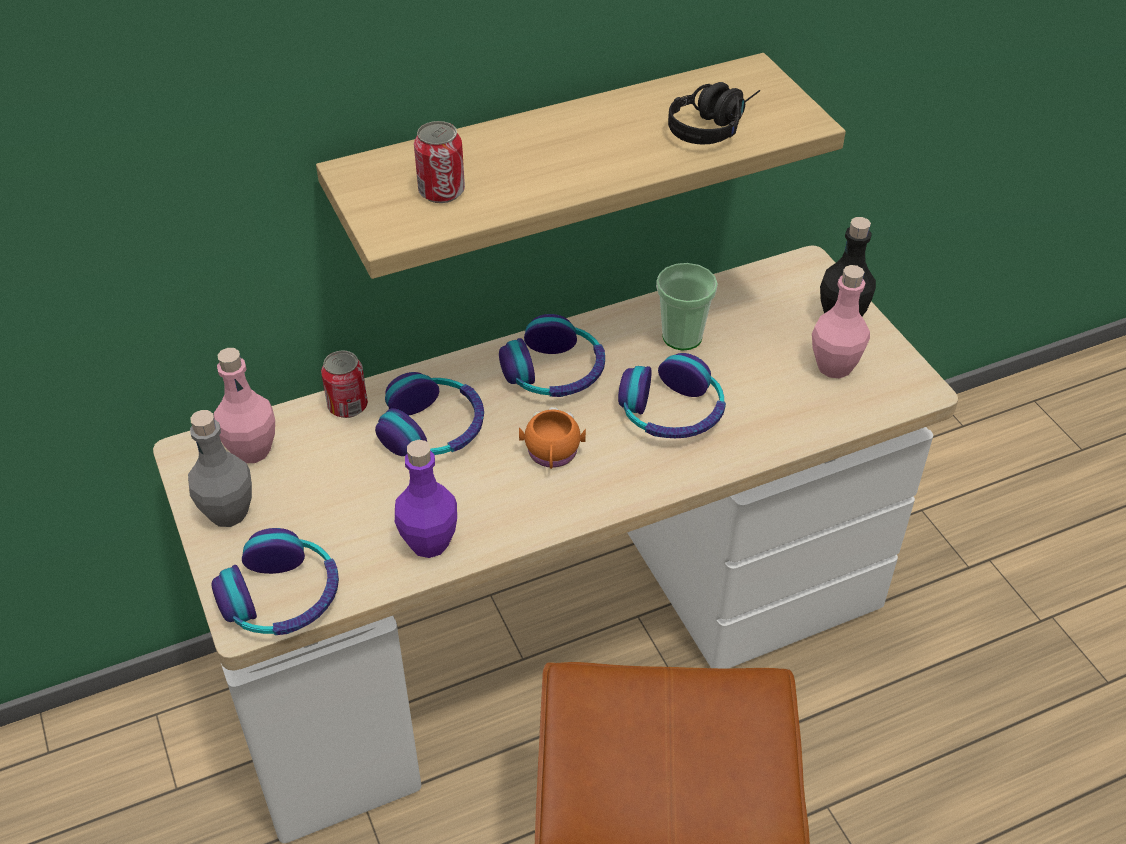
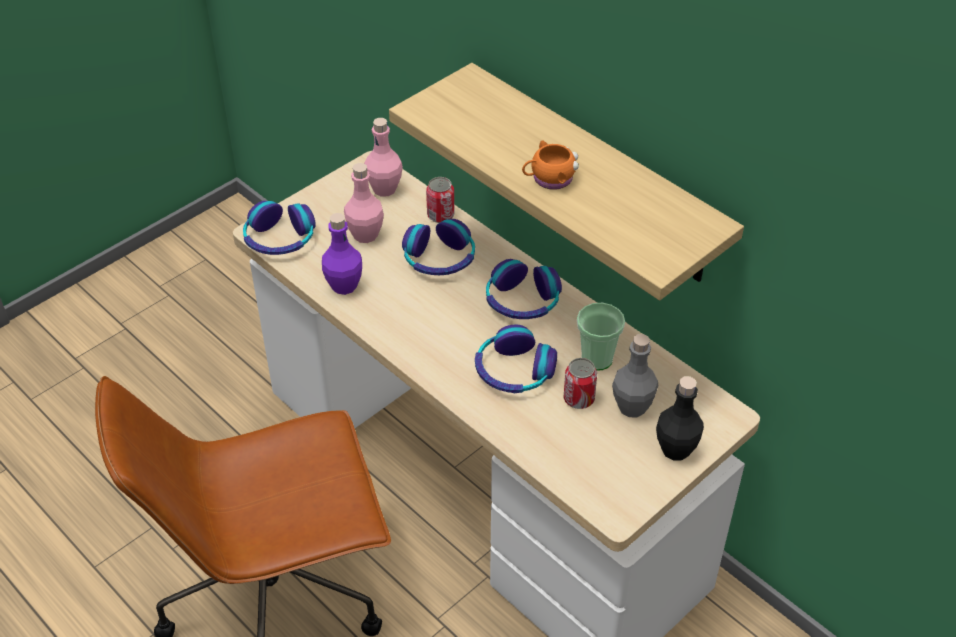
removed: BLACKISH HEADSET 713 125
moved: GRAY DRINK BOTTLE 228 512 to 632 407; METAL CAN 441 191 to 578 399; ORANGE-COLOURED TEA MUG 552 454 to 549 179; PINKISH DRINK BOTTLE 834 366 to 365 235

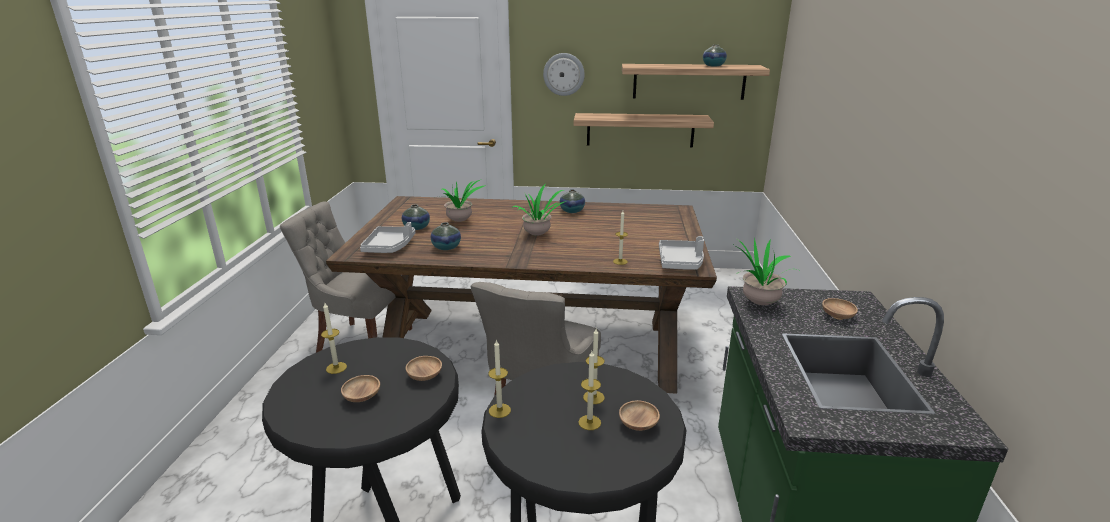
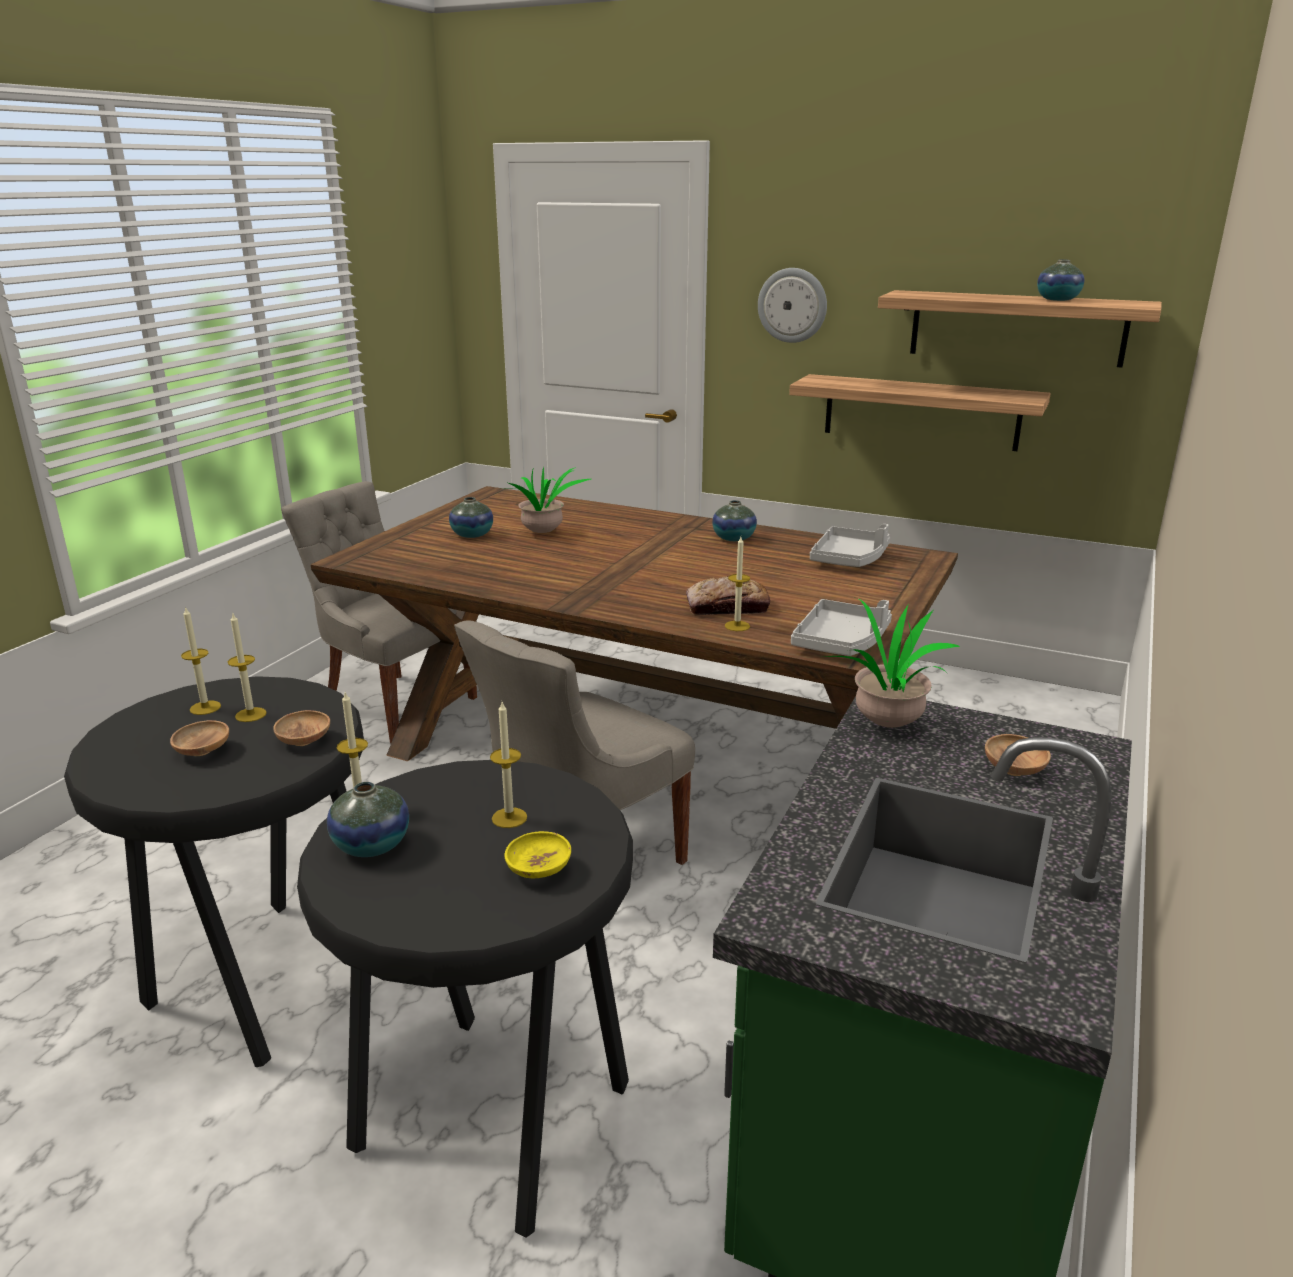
removed: PLANT IN A POT 538 234
added: BREAD 727 607
moved: GRAY TRAY 389 247 to 849 559; DECORATIVE VASE 446 247 to 371 845; CANDLE 589 422 to 250 714
recoloured: BROWNISH SERVING BOWL 638 424 to YELLOWISH SERVING BOWL 539 870

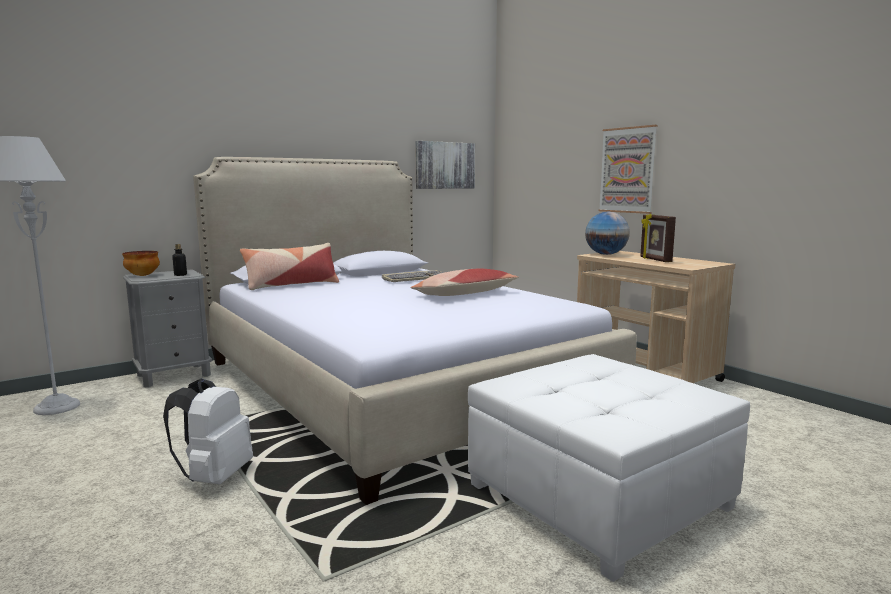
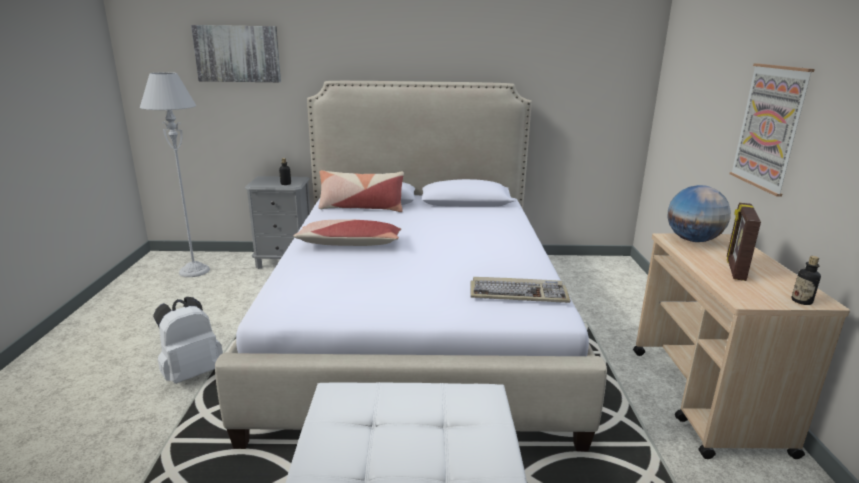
removed: SERVING BOWL 143 275
added: DRINK BOTTLE 801 301
moved: COMPUTER KEYBOARD 416 279 to 518 293; PILLOW 464 294 to 349 244; WALL PICTURE 444 165 to 237 54

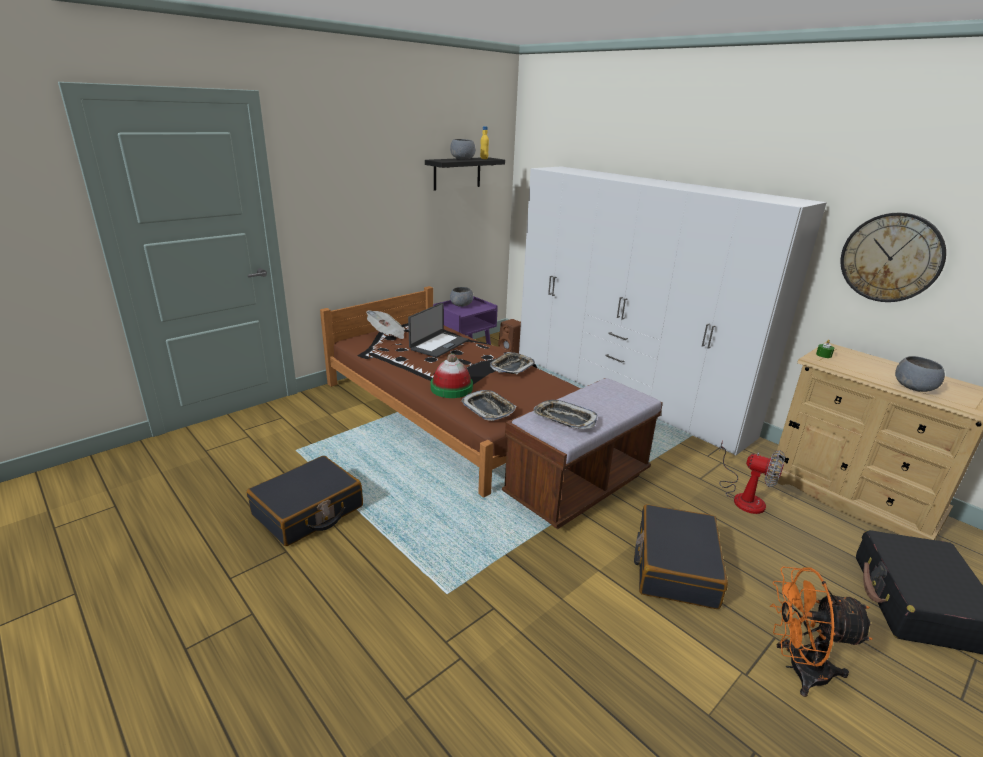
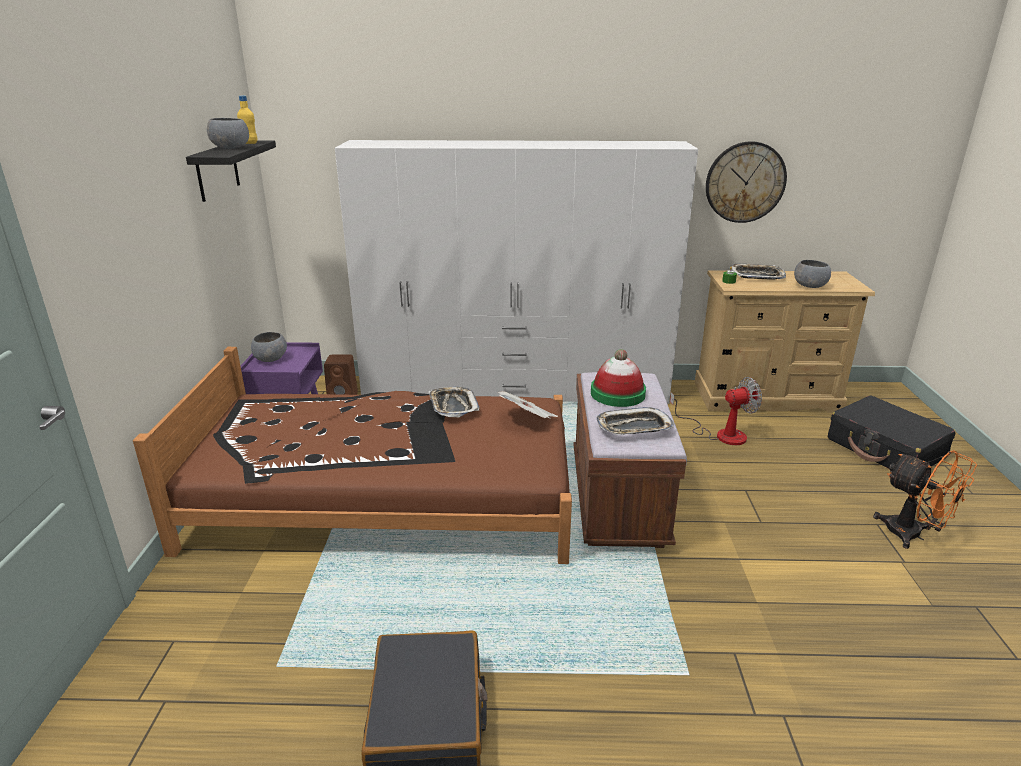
removed: PORTABLE COMPUTER 438 345; BLACKISH TRAVEL CASE 675 566
moved: PRINTED PAPER 387 334 to 528 419; WEARABLE HAT 451 388 to 617 394; TRAY 488 408 to 756 275
turned: ORANGE-COLOURED FAN 798 669 = 912 535 90 degrees counterclockwise

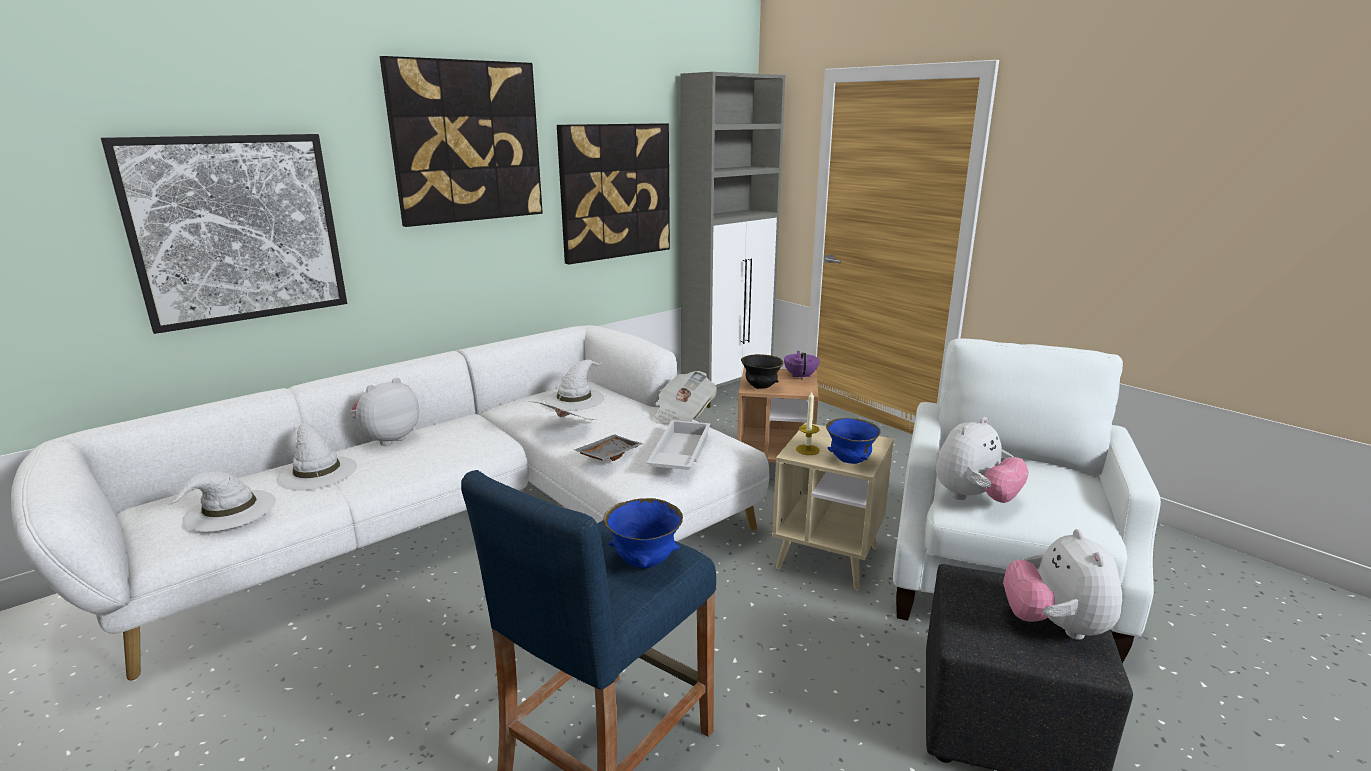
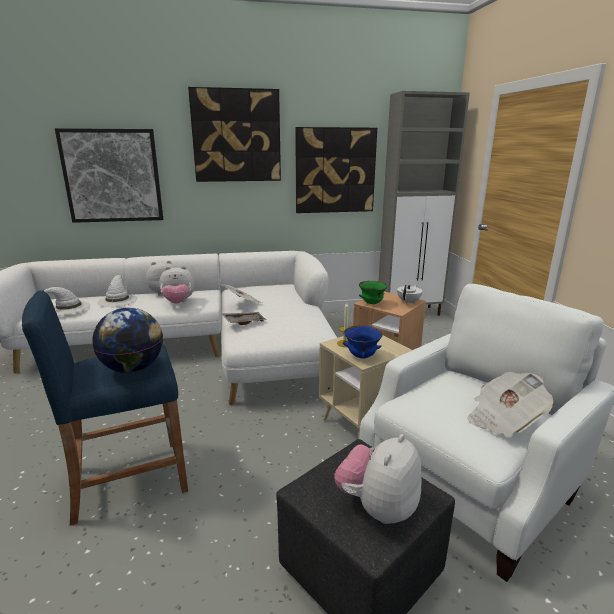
removed: WHITISH WEARABLE HAT 574 399; WHITISH TRAY 679 454
moved: PRINTED PAPER 682 415 to 503 419; CUDDLY TOY 974 498 to 178 302
replaced: BLUE SERVING BOWL 644 562 to GLOBE 133 368
recoloured: BLACKISH SERVING BOWL 760 388 to GREEN-COLOURED SERVING BOWL 371 303; PURPLISH POT FOR TEA 800 376 to WHITISH POT FOR TEA 409 302

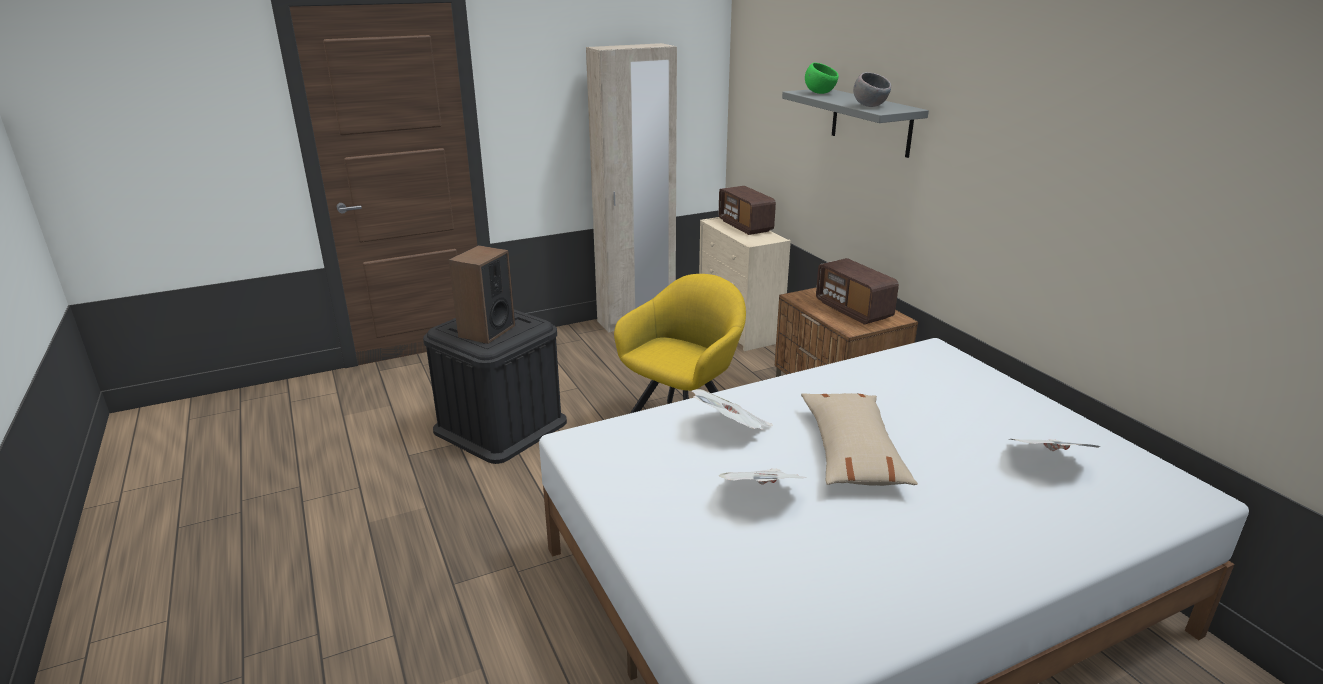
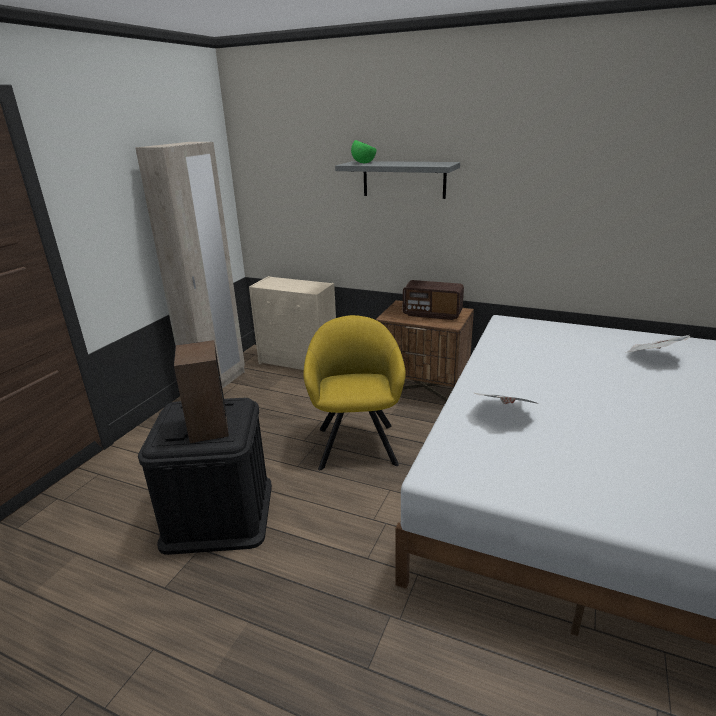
removed: RADIO 745 226; PRINTED PAPER 761 495; BEIGE-COLOURED PILLOW 852 451; GRAY SERVING BOWL 870 106

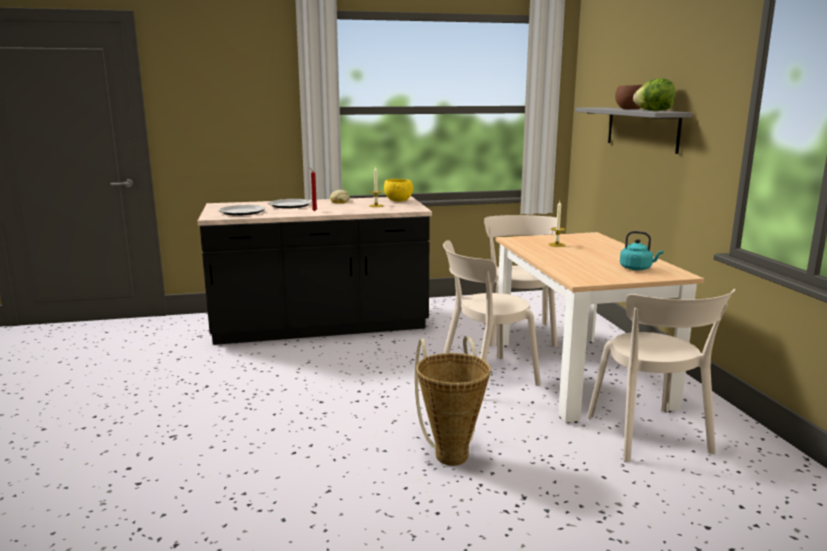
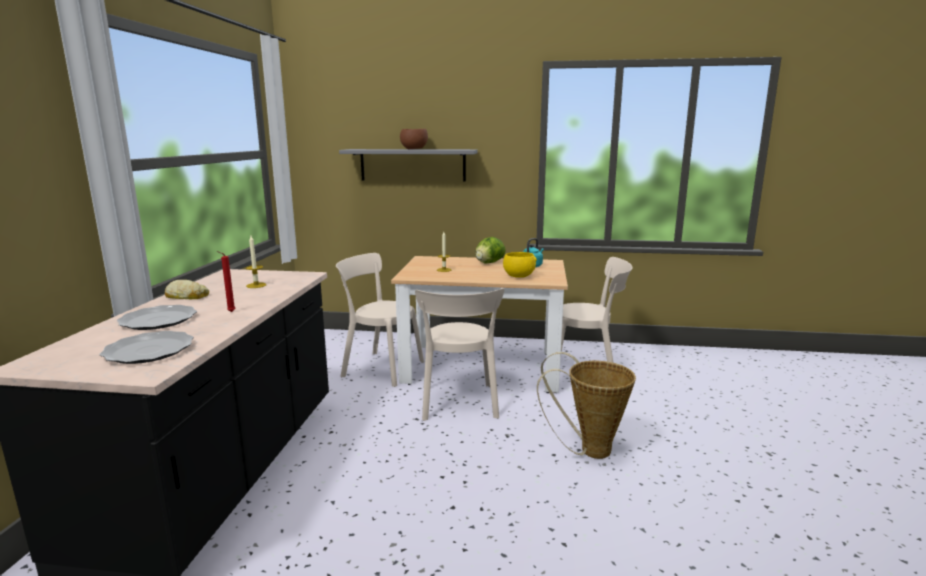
moved: YELLOWISH SERVING BOWL 398 200 to 518 276; LETTUCE HEAD 653 110 to 489 263

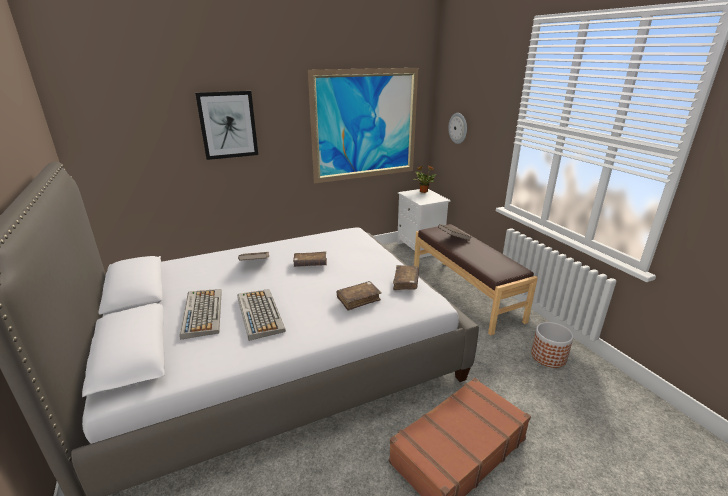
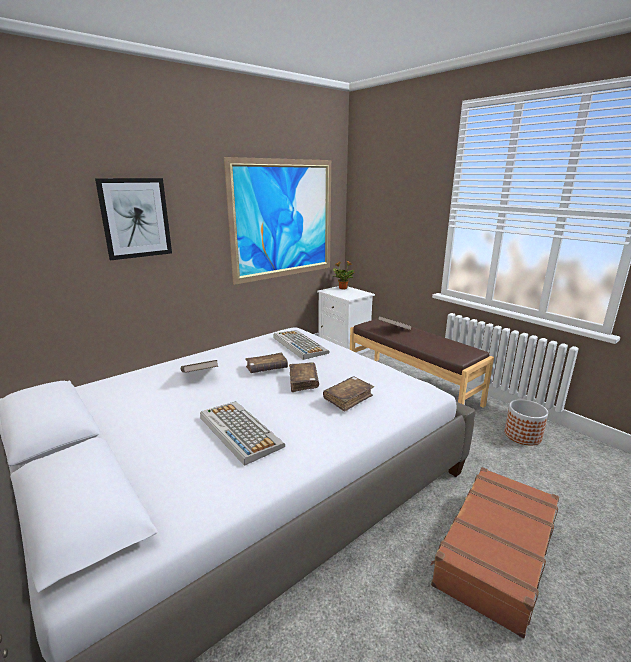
removed: WALL CLOCK 458 128
moved: COMPUTER KEYBOARD 202 313 to 299 345; BROWNISH VOLUME 406 282 to 303 381

